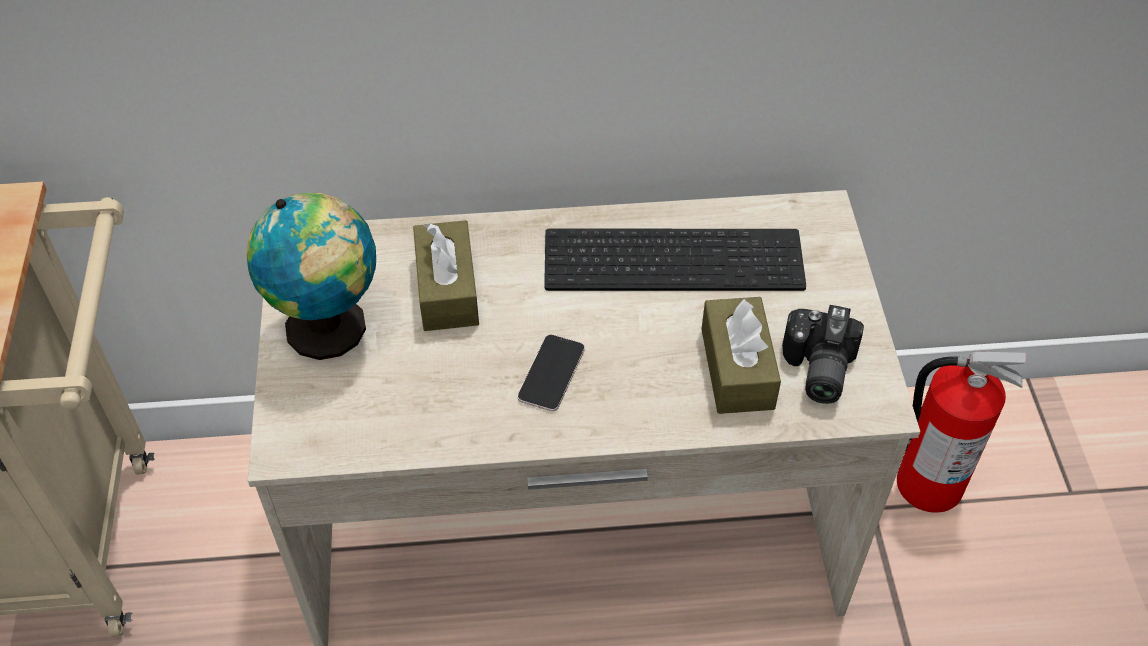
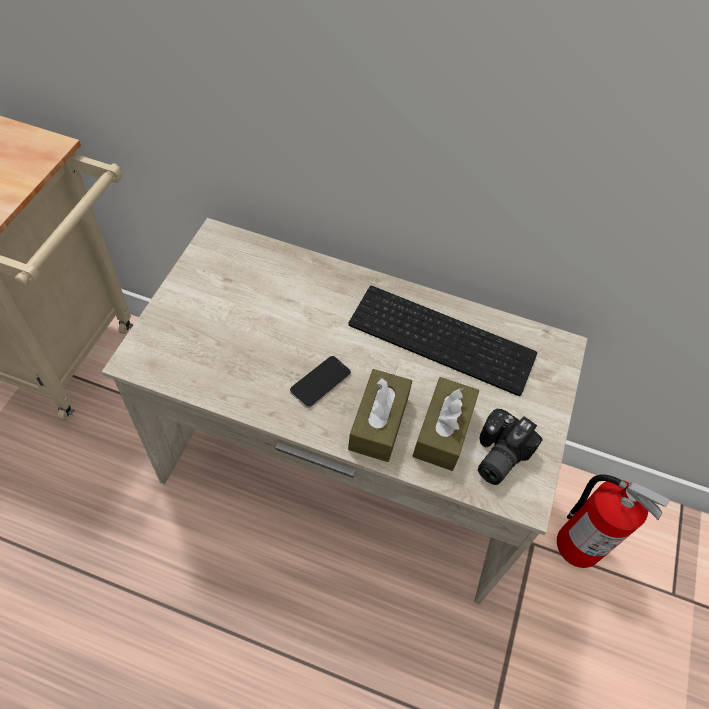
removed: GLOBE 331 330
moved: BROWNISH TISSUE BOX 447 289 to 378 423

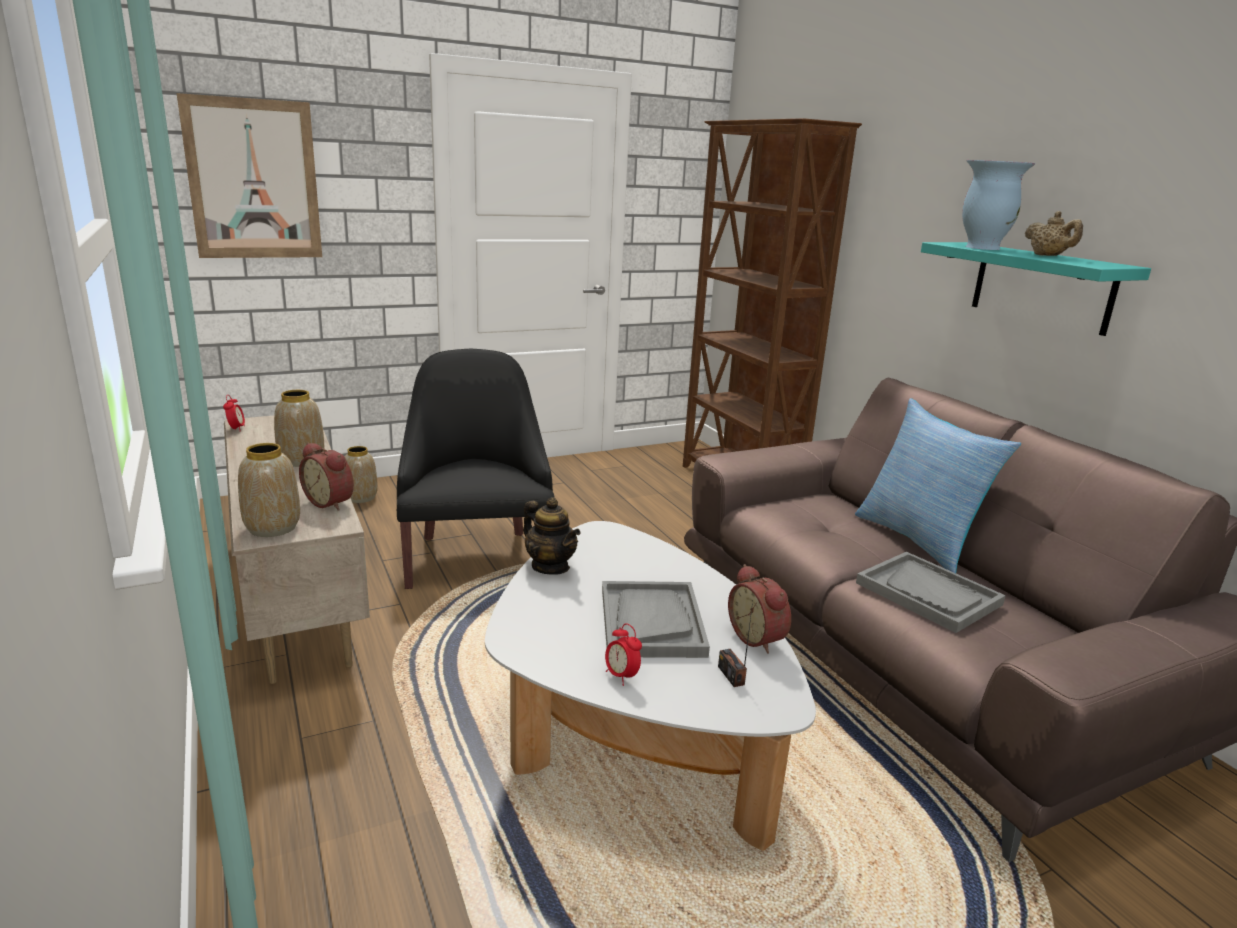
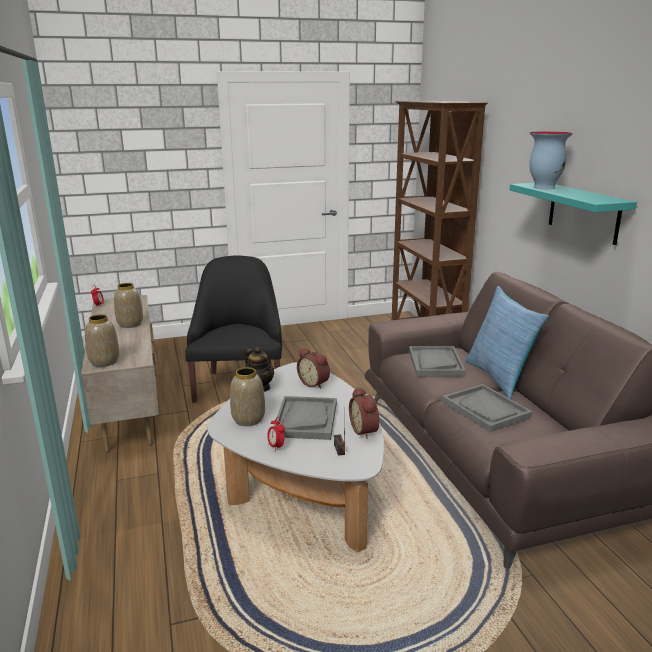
removed: WALL PICTURE 253 180; BEIGE-COLOURED POT FOR TEA 1048 256
added: GRAY TRAY 435 363
moved: BEDSIDE CLOCK 331 502 to 314 383; DECORATIVE VASE 360 497 to 248 419

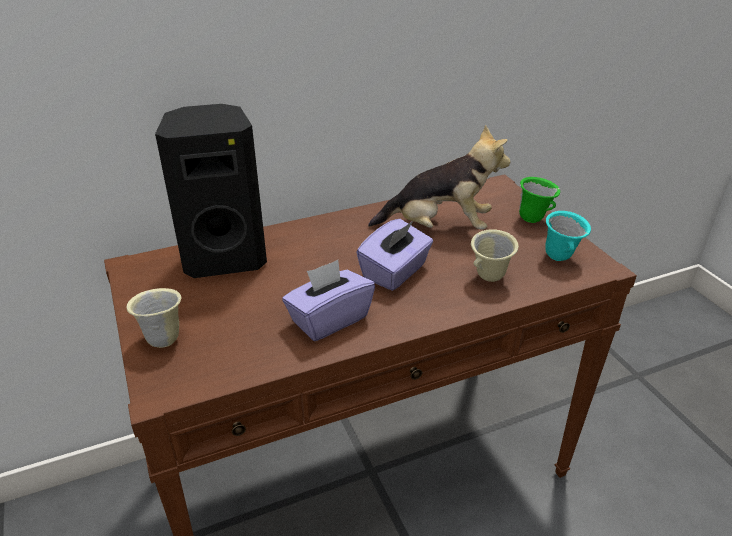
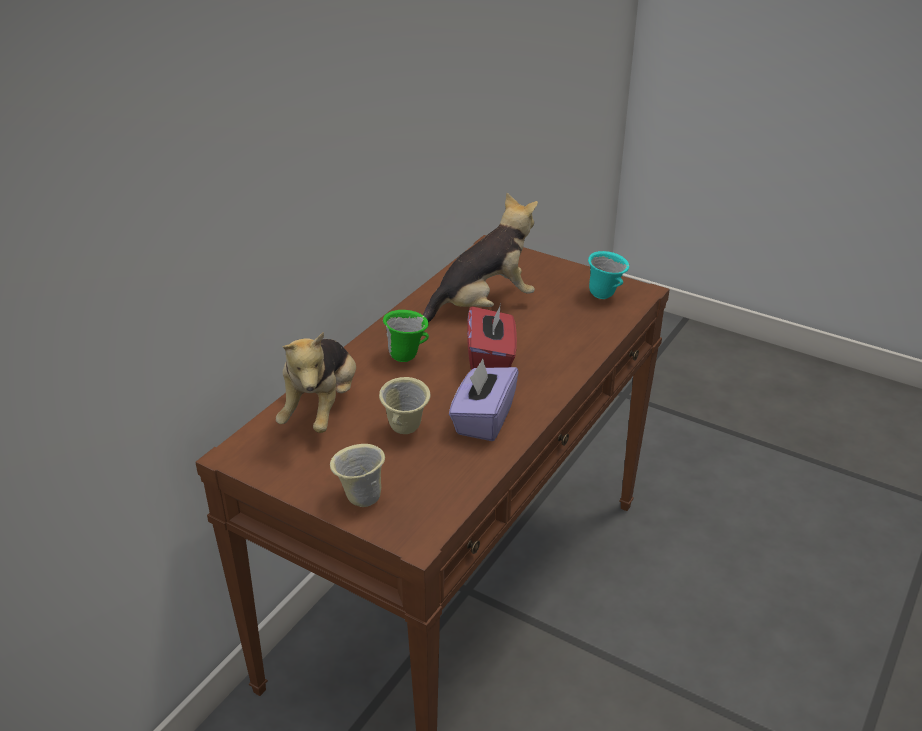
moved: BEIGE-COLOURED TEA MUG 489 279 to 406 431; GREEN-COLOURED TEA MUG 534 219 to 407 356
replaced: BLACKISH SPEAKER 225 257 to CUDDLY TOY 321 408
recoloured: PURPLISH TISSUE BOX 395 272 to RED-COLOURED TISSUE BOX 491 359

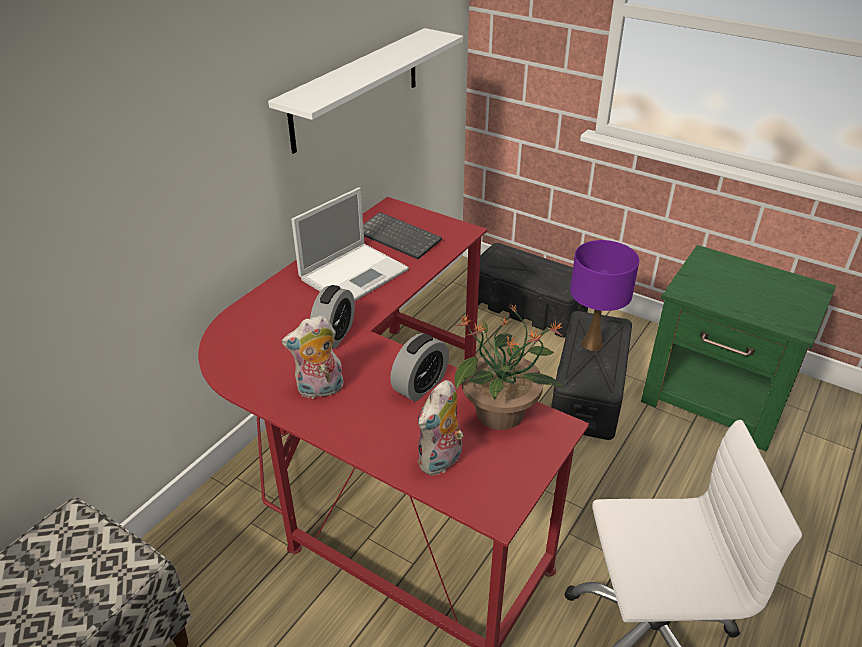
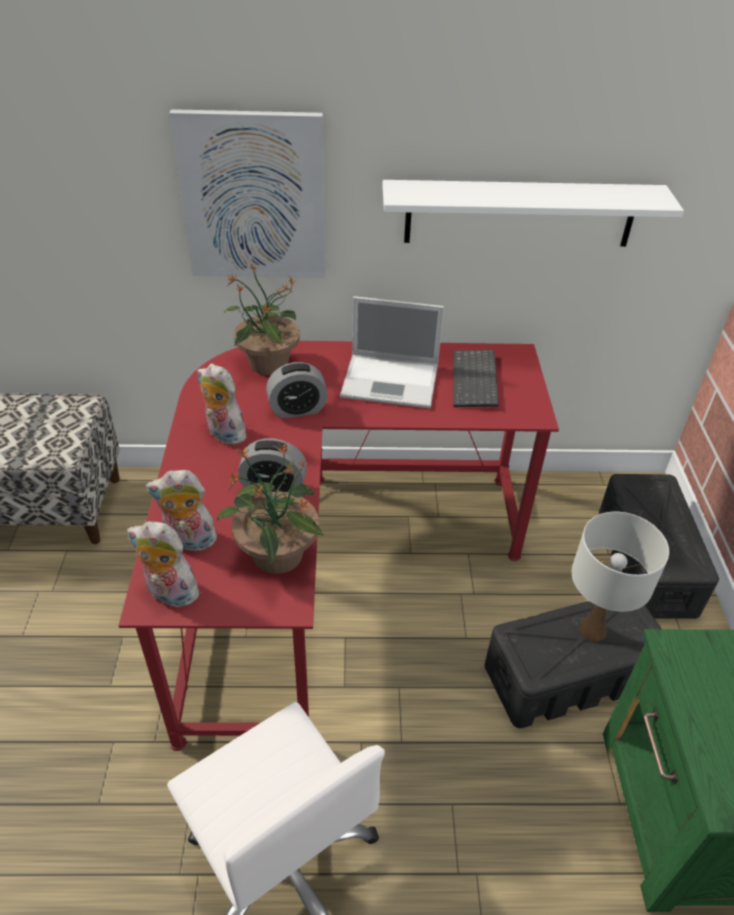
added: CUDDLY TOY 169 594; WALL PICTURE 253 197; PLANT IN A POT 268 364
recoloured: PURPLISH TABLETOP LAMP 592 343 to WHITISH TABLETOP LAMP 593 629

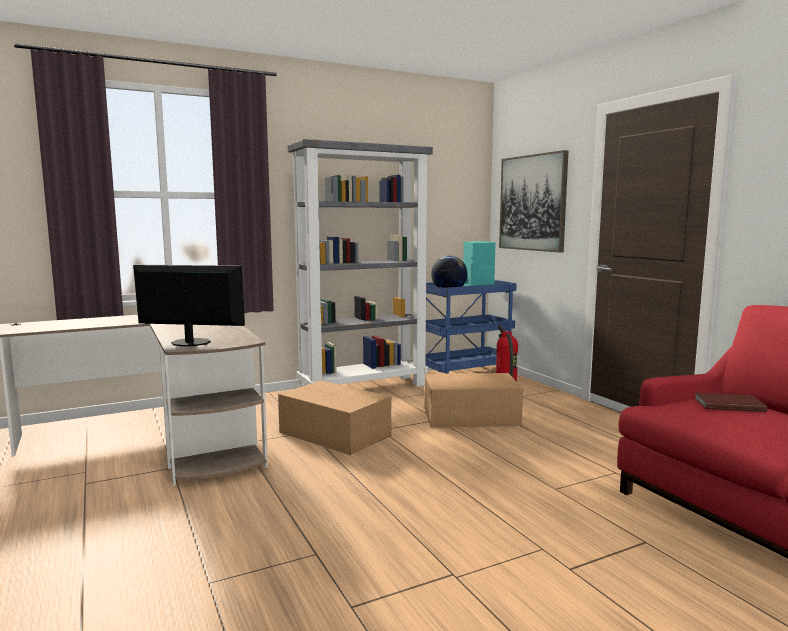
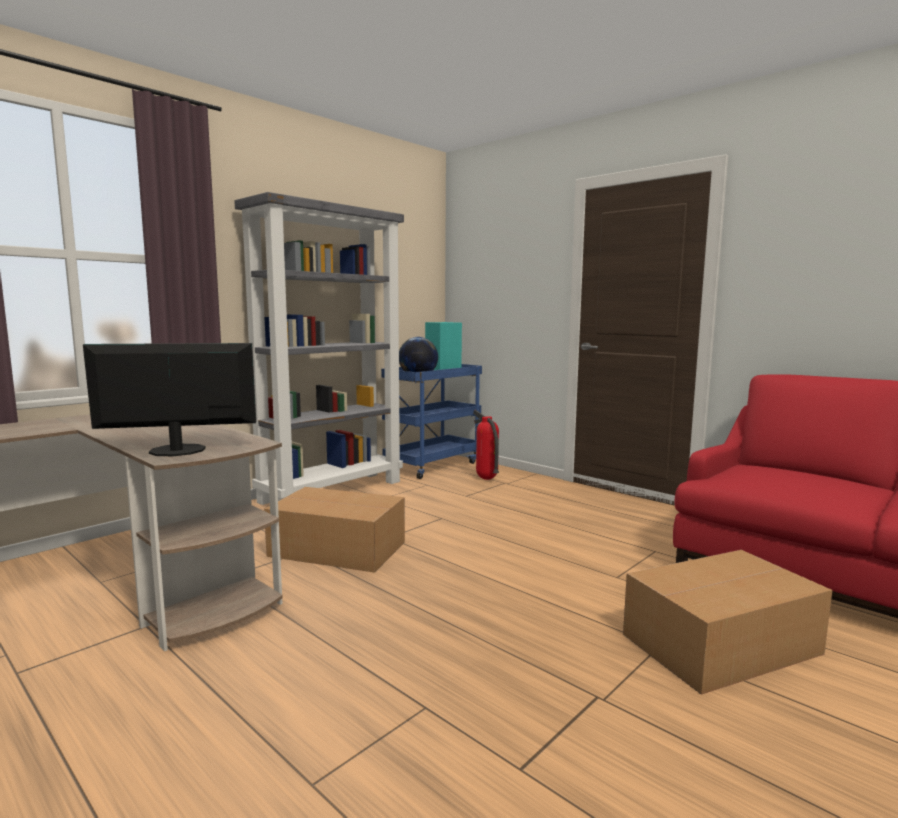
removed: WALL PICTURE 532 203; BROWNISH VOLUME 727 404
moved: CARTON 472 416 to 723 644

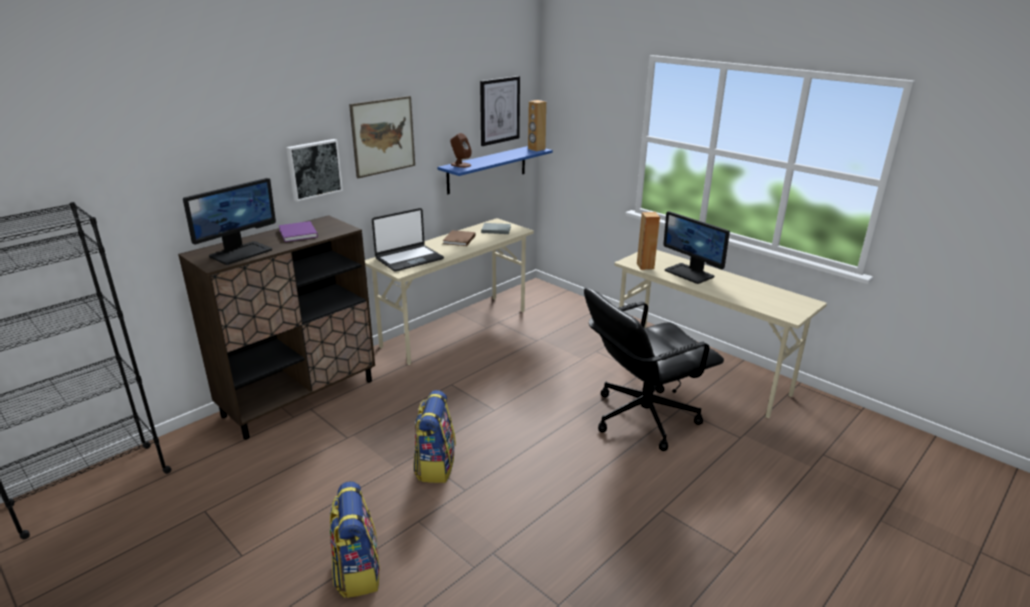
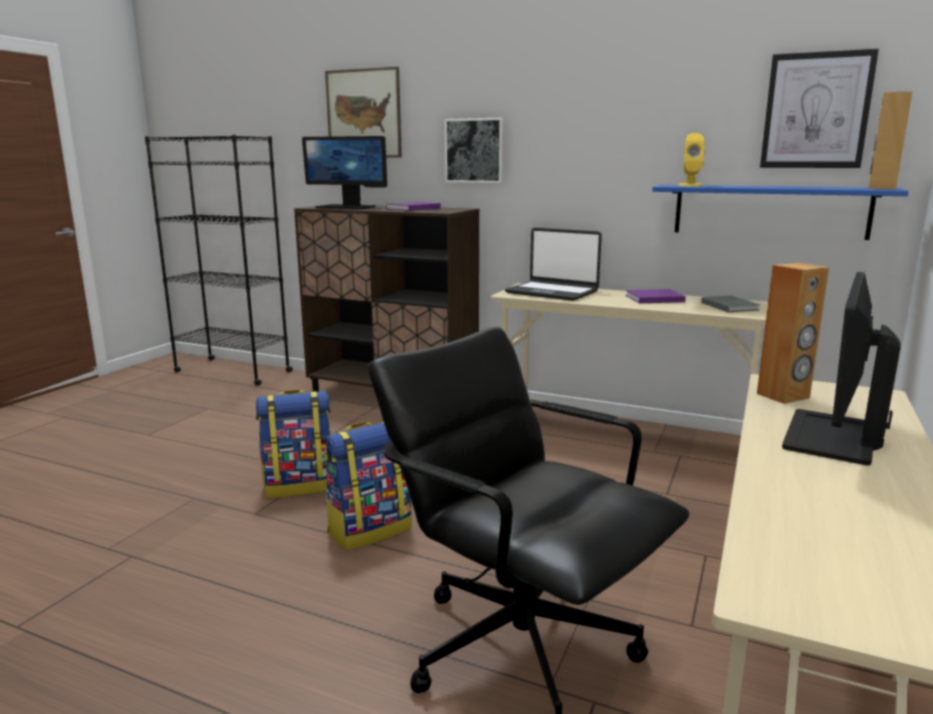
moved: BACKPACK 357 571 to 369 530; WALL PICTURE 383 136 to 363 114
recoloured: BROWNISH VOLUME 459 240 to PURPLISH VOLUME 652 298; BROWNISH SPEAKER 460 165 to YELLOWISH SPEAKER 690 185

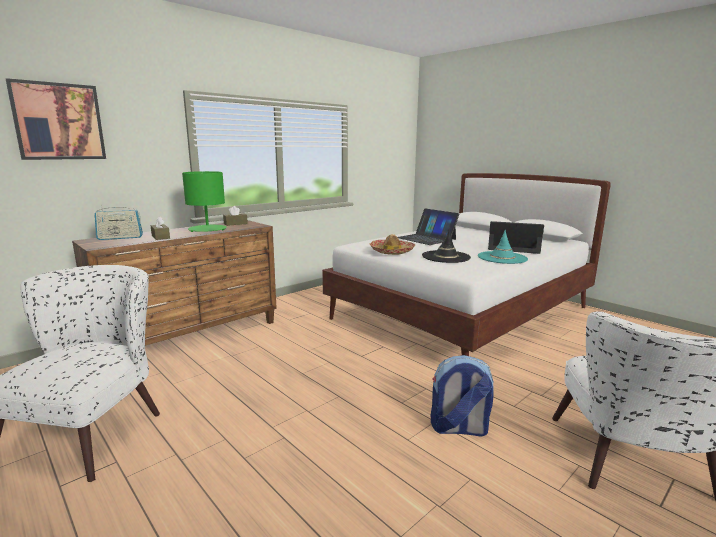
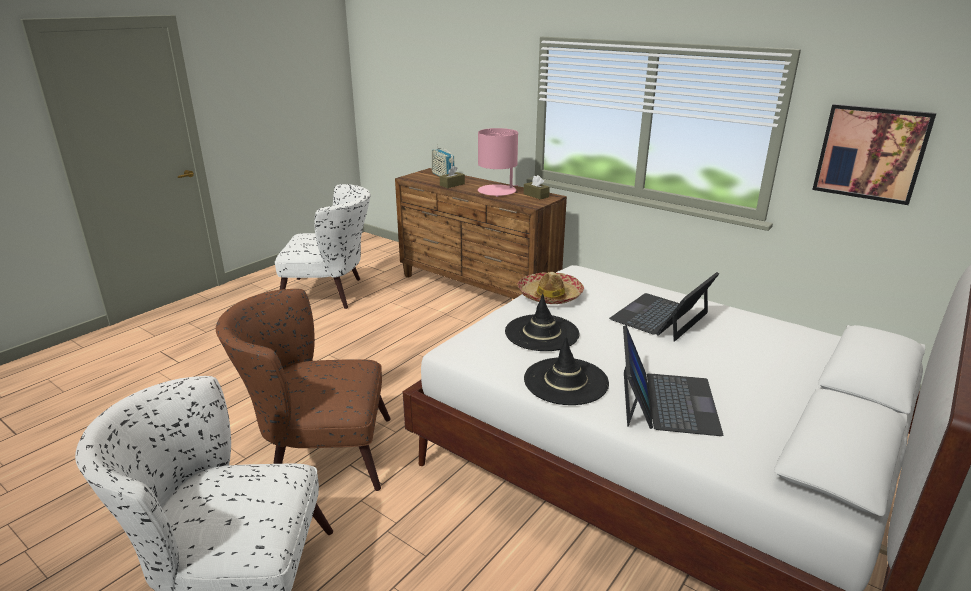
moved: WALL PICTURE 59 121 to 871 153
replaced: BACKPACK 458 429 to BROWNISH LOUNGE CHAIR 318 454
recoloured: GREEN-COLOURED TABLETOP LAMP 207 229 to PINKISH TABLETOP LAMP 497 191; TURQUOISE-COLOURED WEARABLE HAT 502 258 to BLACKISH WEARABLE HAT 566 381

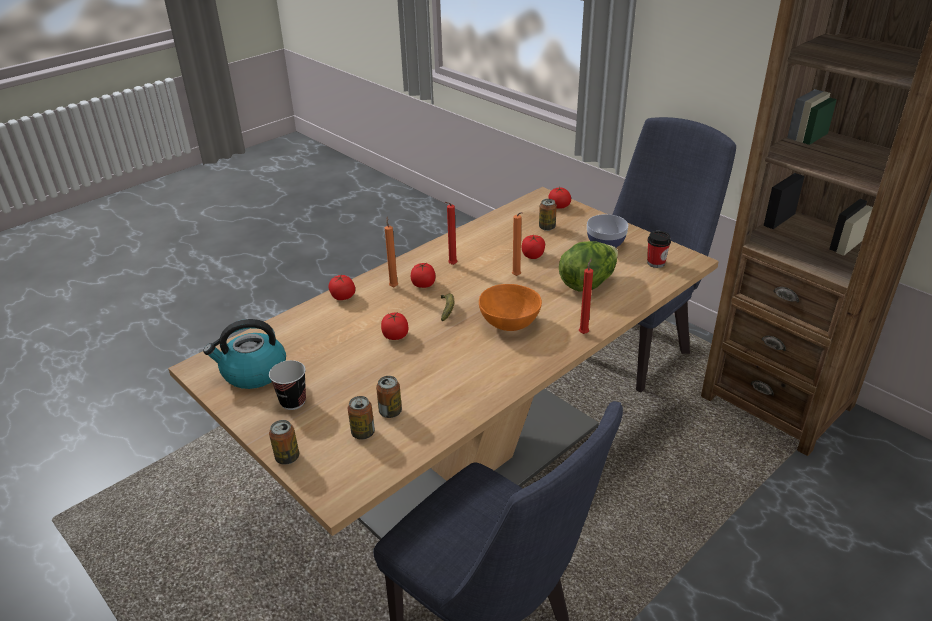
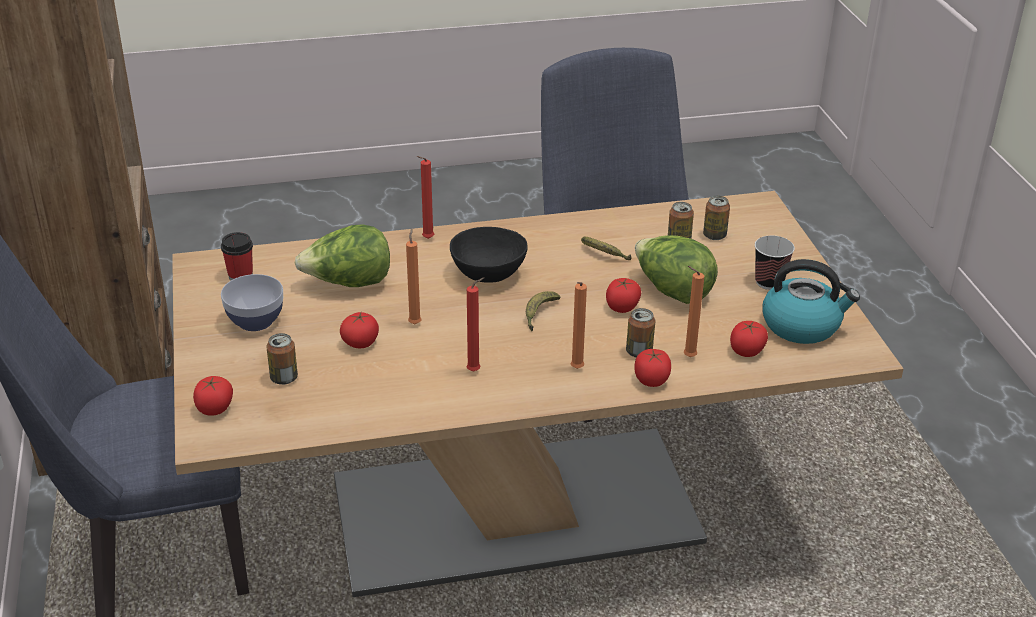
added: WHOLE BANANA 603 254; LETTUCE HEAD 672 291; ORANGE-COLOURED CANDLE 687 357
moved: METAL CAN 287 457 to 639 352; FRESH TOMATO 423 284 to 746 351
recoloured: ORANGE-COLOURED SERVING BOWL 508 323 to BLACKISH SERVING BOWL 489 275

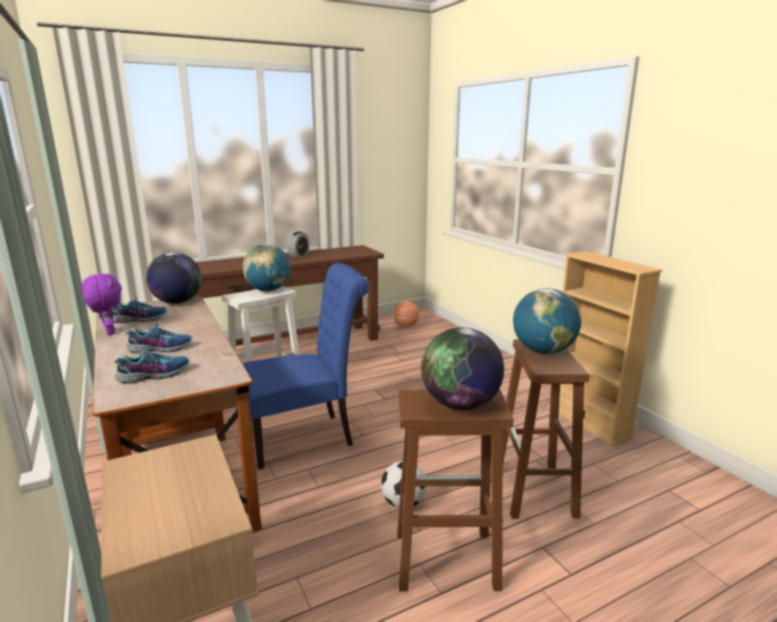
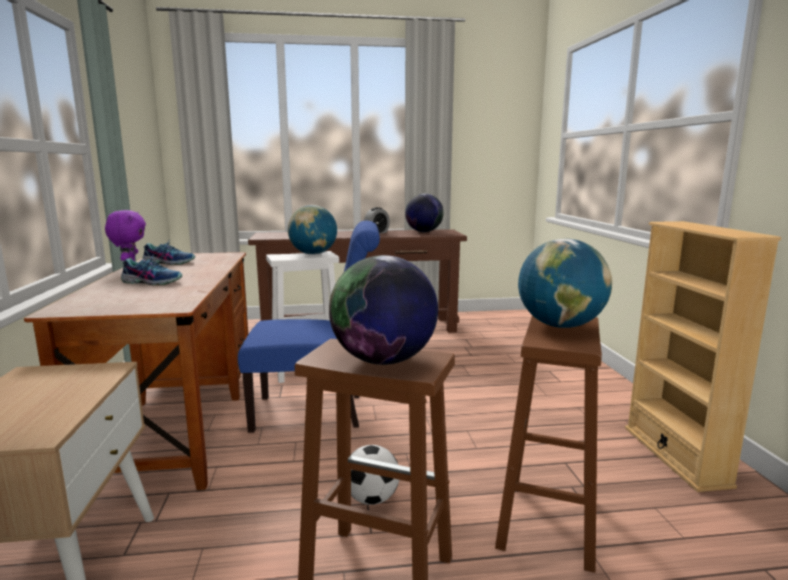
removed: SHOE 154 374; BASKETBALL 406 326
moved: GLOBE 177 302 to 423 232

